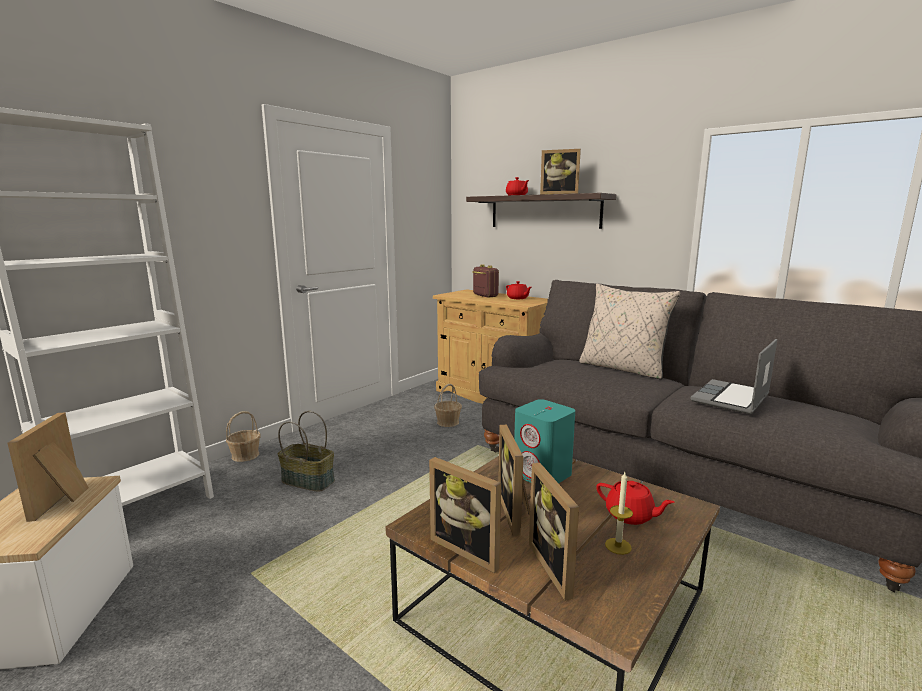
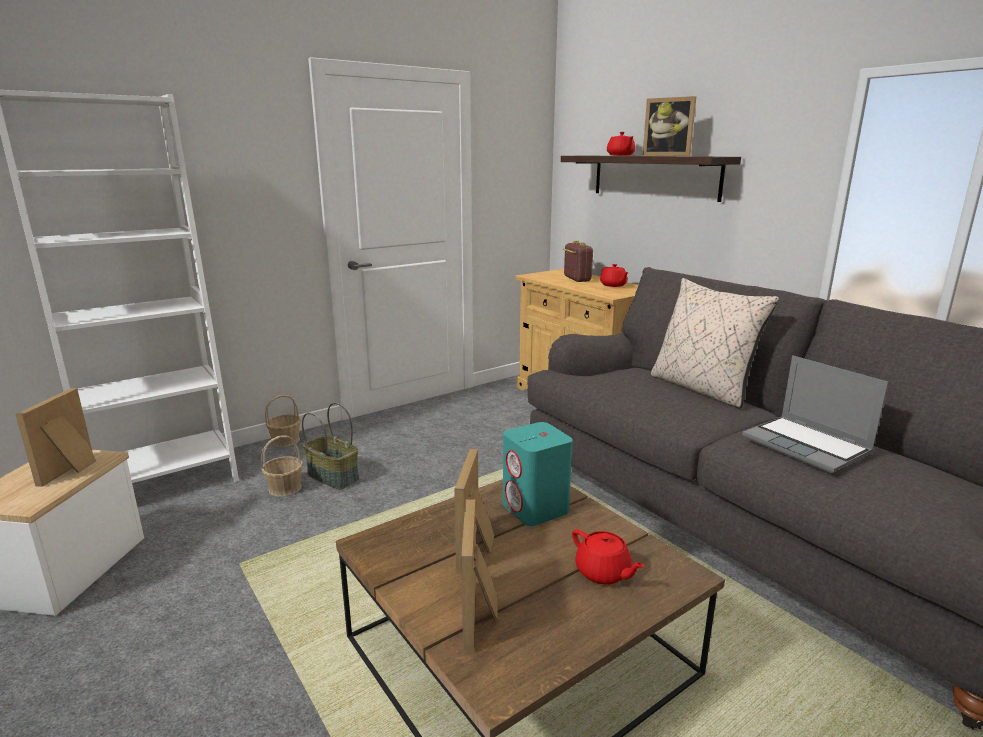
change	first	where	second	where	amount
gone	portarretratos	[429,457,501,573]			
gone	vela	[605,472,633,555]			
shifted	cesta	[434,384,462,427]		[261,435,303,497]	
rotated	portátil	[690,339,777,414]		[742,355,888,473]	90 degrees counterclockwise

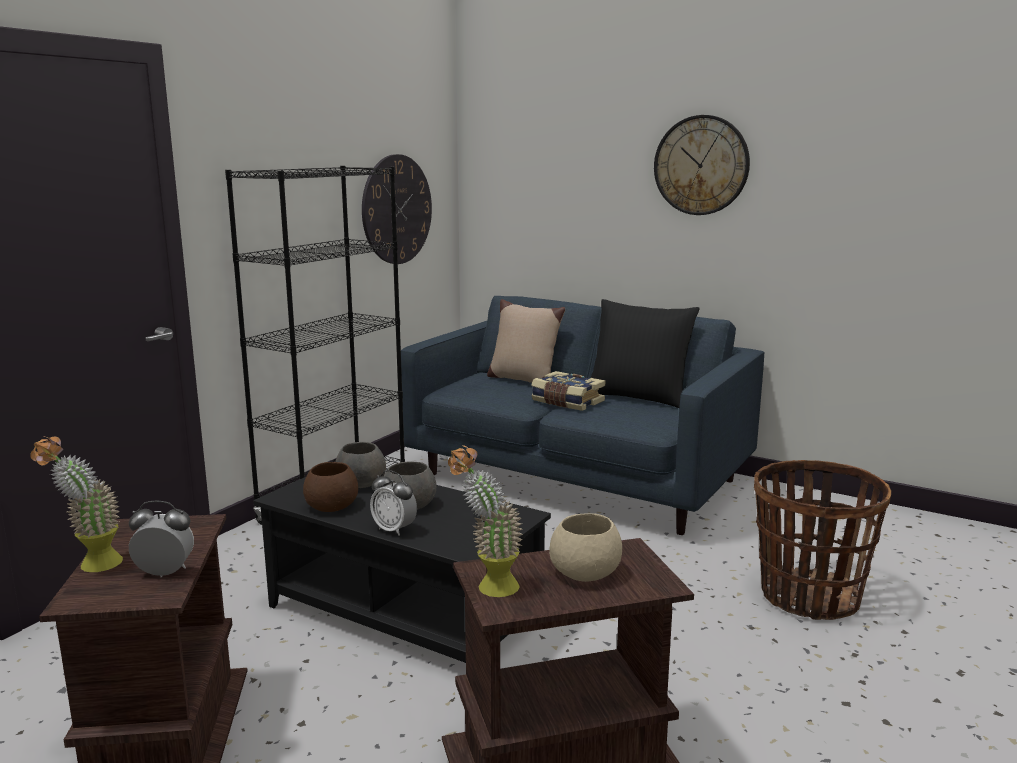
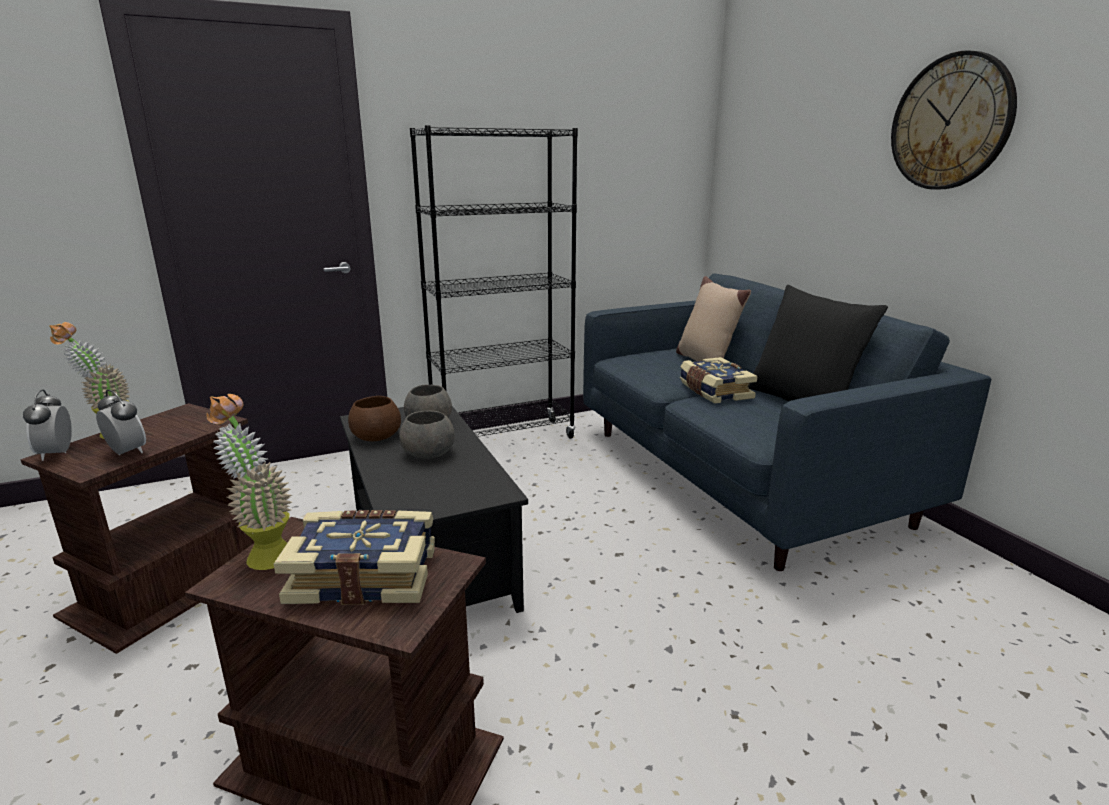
change	first	where	second	where	amount
gone	reloj de pared	[362,154,432,264]			
gone	cesta	[754,460,891,620]			
shifted	despertador	[370,470,417,536]		[23,390,72,461]	
swapped	cuenco [beis]	[549,513,622,582]	libro	[274,510,435,605]	

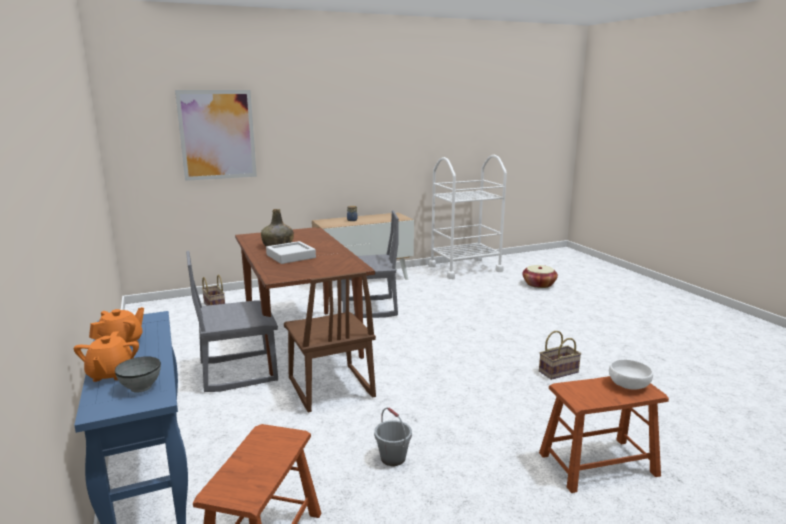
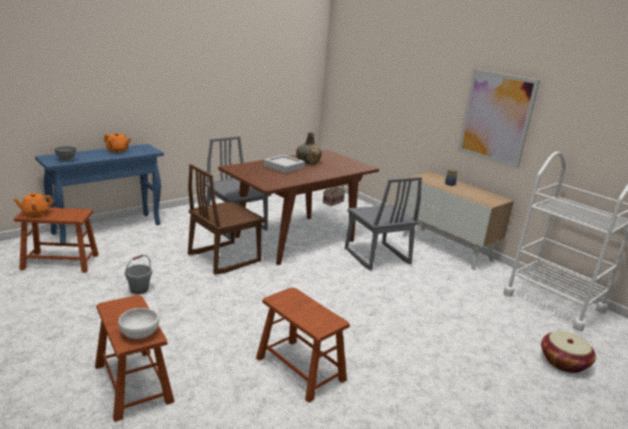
change	first	where	second	where	amount
shifted	tetera [naranja]	[74,331,139,382]		[13,192,53,217]	
shifted	cuadro	[175,90,257,181]		[458,69,540,169]	
swapped	cesta	[539,331,581,380]	taburete [marrón]	[256,287,350,403]	

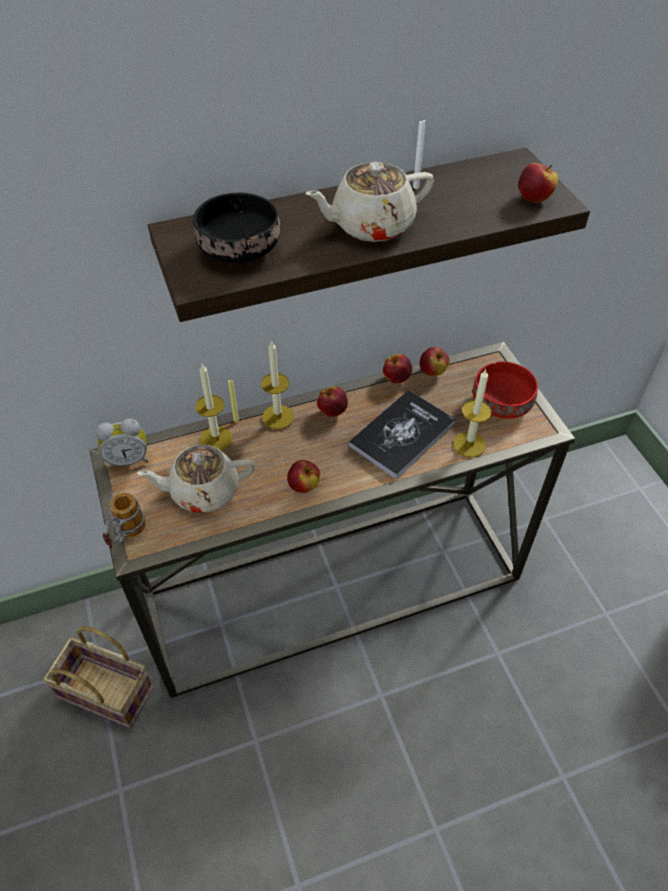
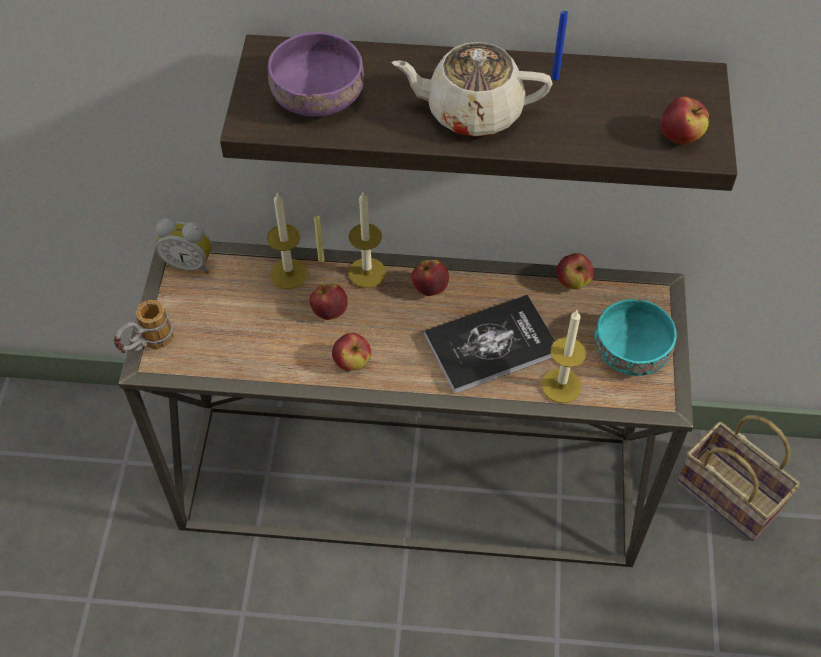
change	first	where	second	where	amount
gone	tetera [beis]	[137,445,255,512]			
shifted	cesta	[43,626,154,728]		[678,415,800,541]	
shifted	manzana	[383,354,412,383]		[309,283,348,320]	
repainted	cuenco [negro]	[193,192,280,263]	cuenco [morado]	[268,32,364,117]	
repainted	vela [blanco]	[413,119,425,189]	vela [azul]	[551,10,568,80]	
repainted	cuenco [rojo]	[473,361,538,419]	cuenco [turquesa]	[595,299,677,376]	

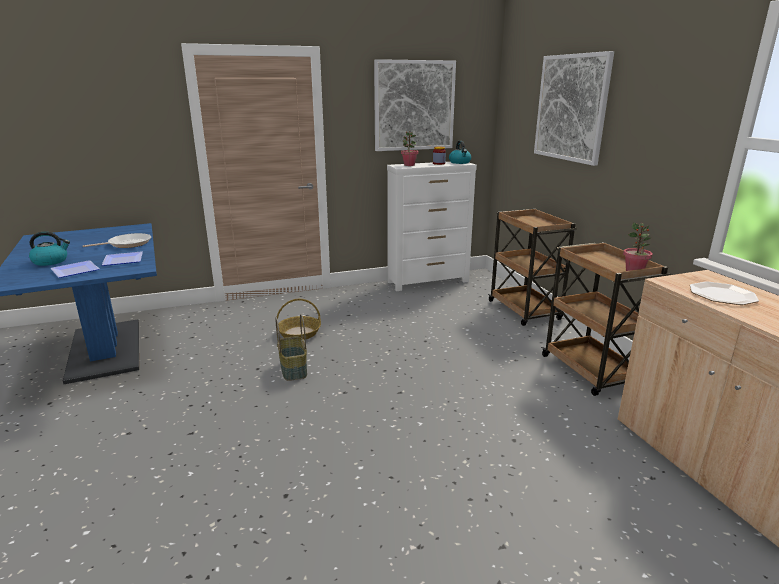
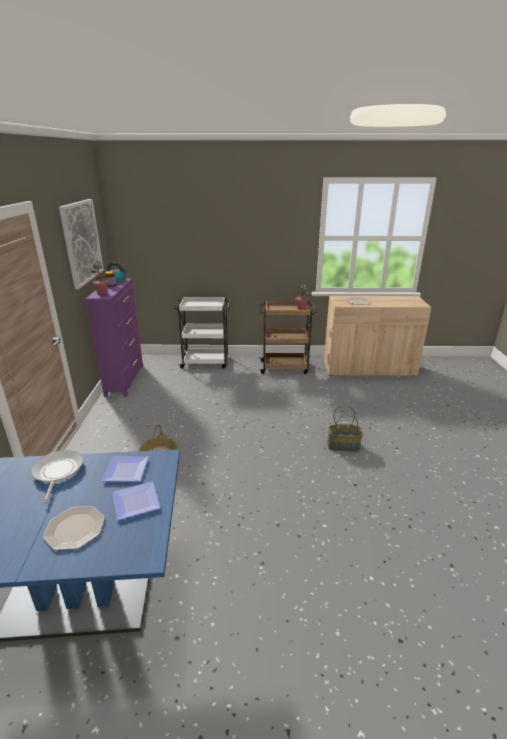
change	first	where	second	where	amount
gone	cuadro	[534,51,614,166]			
shifted	cesta	[275,314,307,381]		[327,405,363,451]	
swapped	hervidor	[29,231,70,266]	plato	[43,506,105,550]	
repainted	cómoda [blanco]	[387,162,477,291]	cómoda [morado]	[85,278,143,397]	
repainted	carrito [marrón]	[488,208,577,326]	carrito [blanco]	[173,297,231,369]	

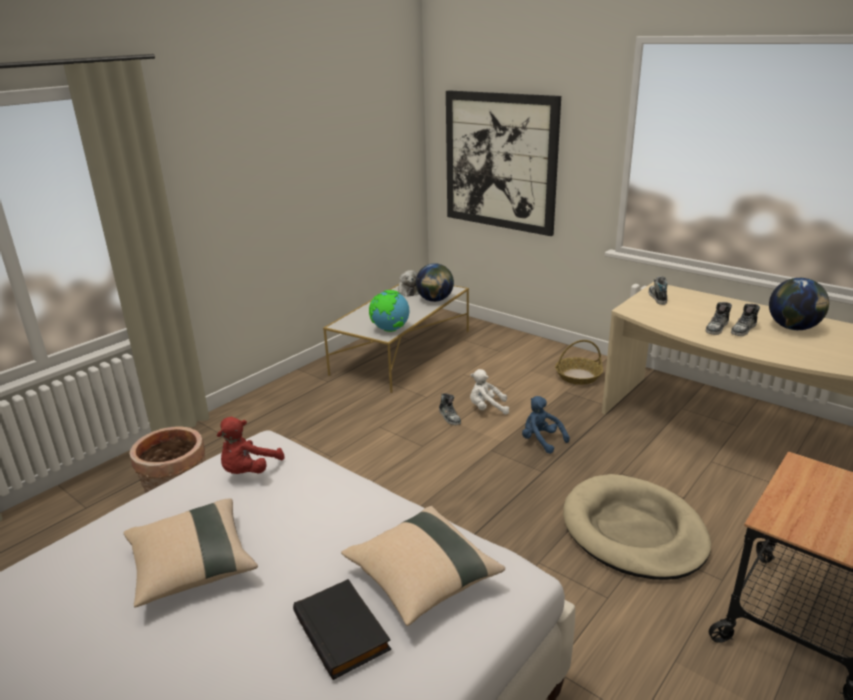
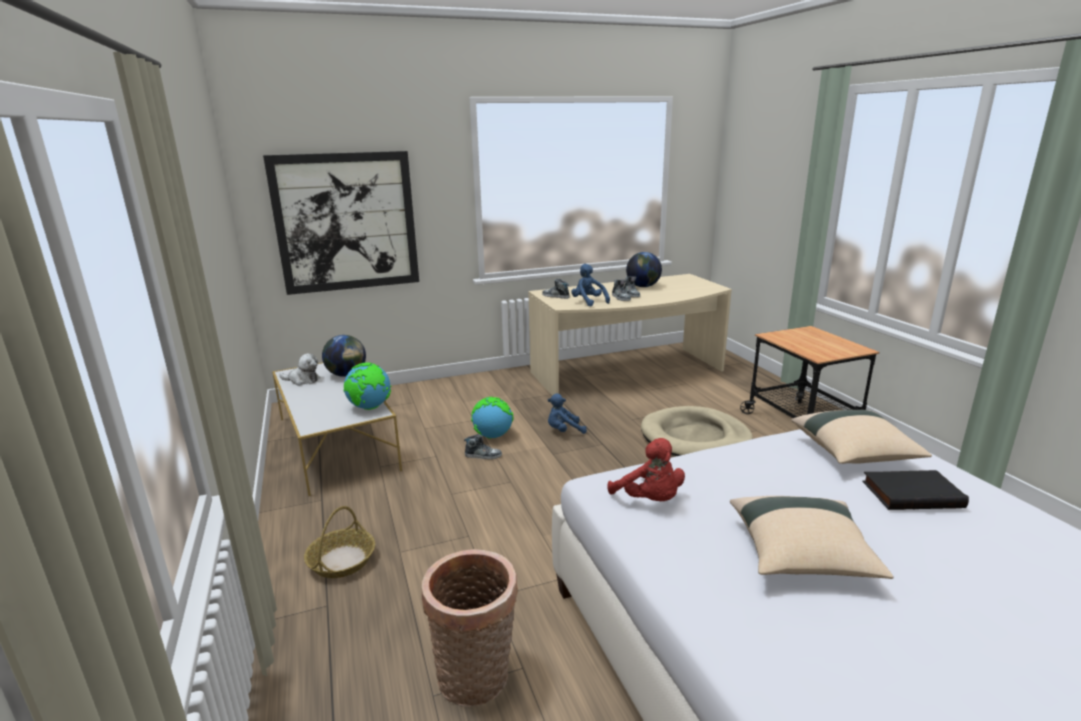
change	first	where	second	where	amount
new			peluche [azul]	[571,264,610,307]	
shifted	cesta	[555,340,603,385]		[304,506,375,578]	
swapped	peluche [blanco]	[470,369,509,414]	globo terráqueo	[471,397,513,439]	

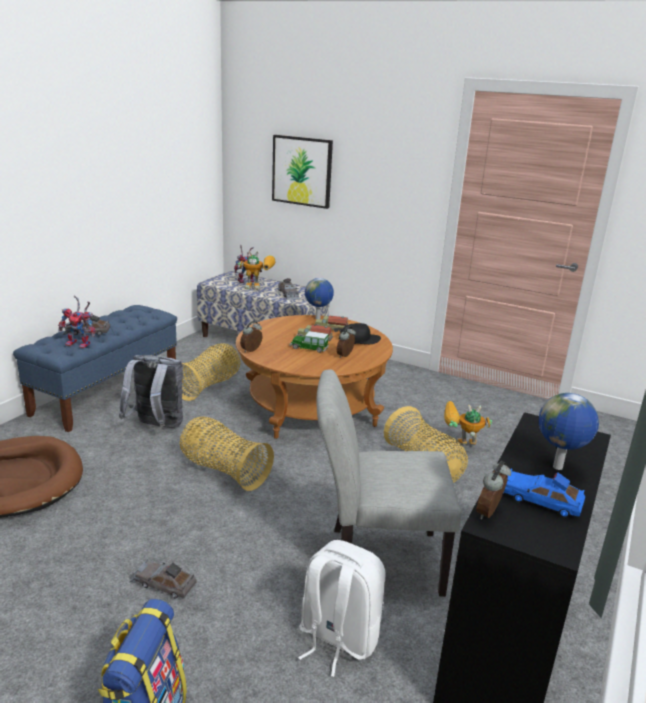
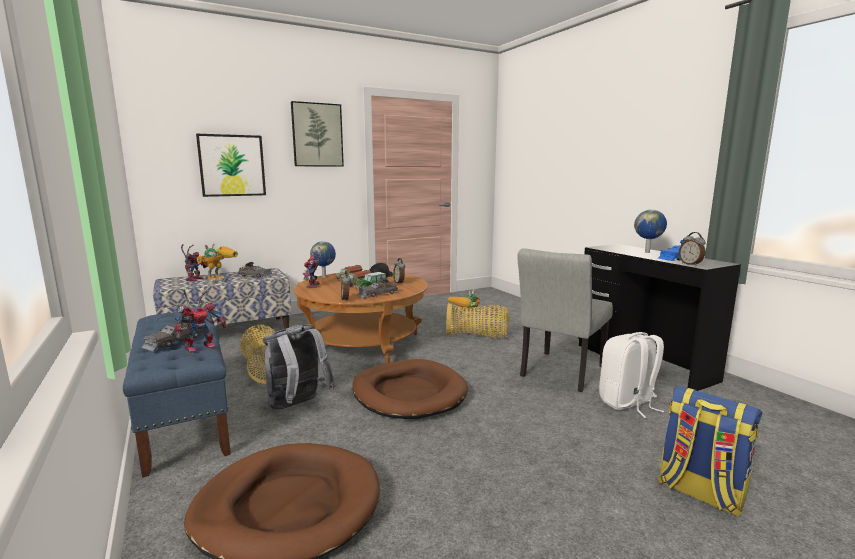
change	first	where	second	where	amount
new			cuadro	[291,101,344,167]	
new			robot de juguete	[303,247,322,288]	
shifted	coche de juguete [gris]	[130,559,197,599]		[357,277,398,298]	
swapped	cesta	[180,417,274,491]	cama para perro [marrón]	[352,359,468,419]	

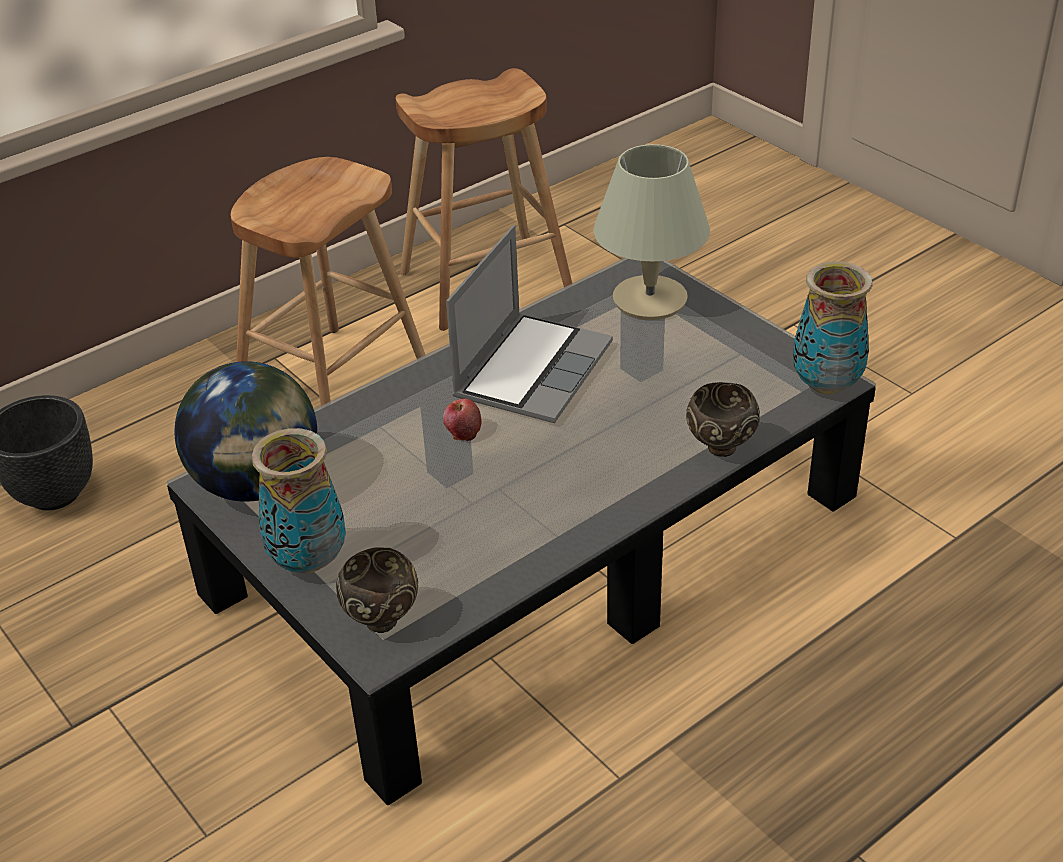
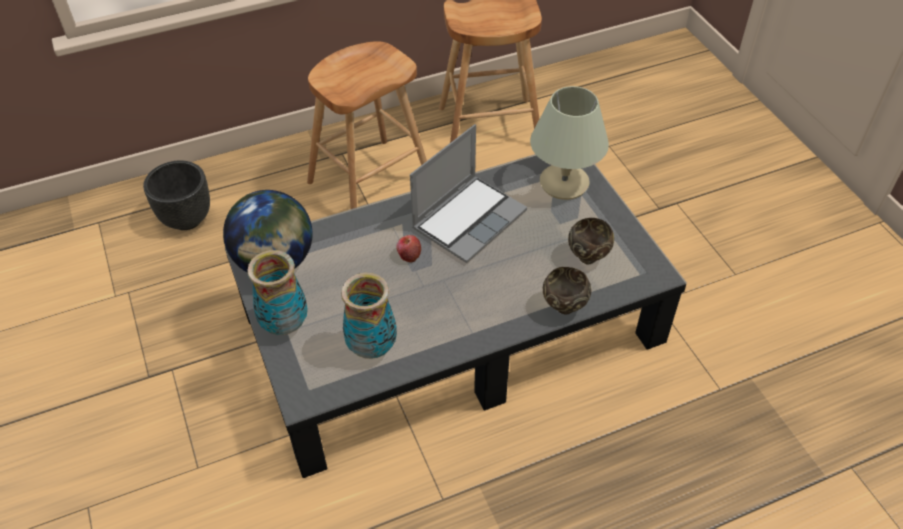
change	first	where	second	where	amount
shifted	cuenco [marrón]	[336,547,418,633]		[568,218,614,264]	
shifted	florero	[793,261,872,394]		[341,273,397,359]	

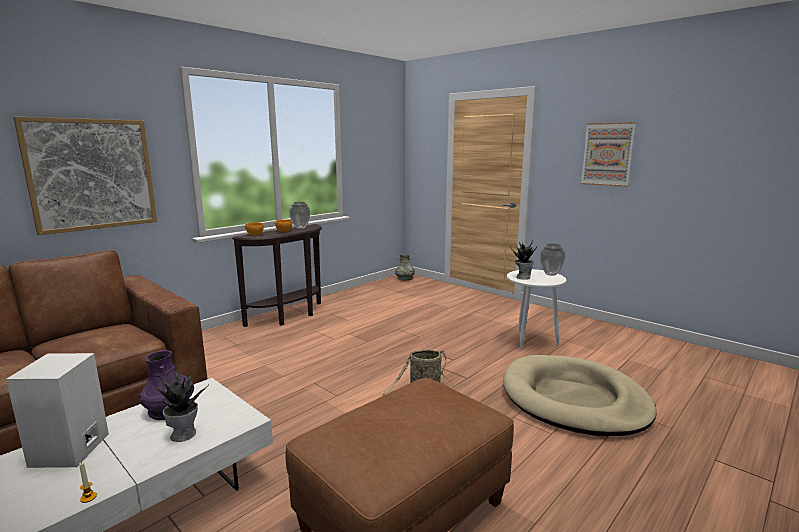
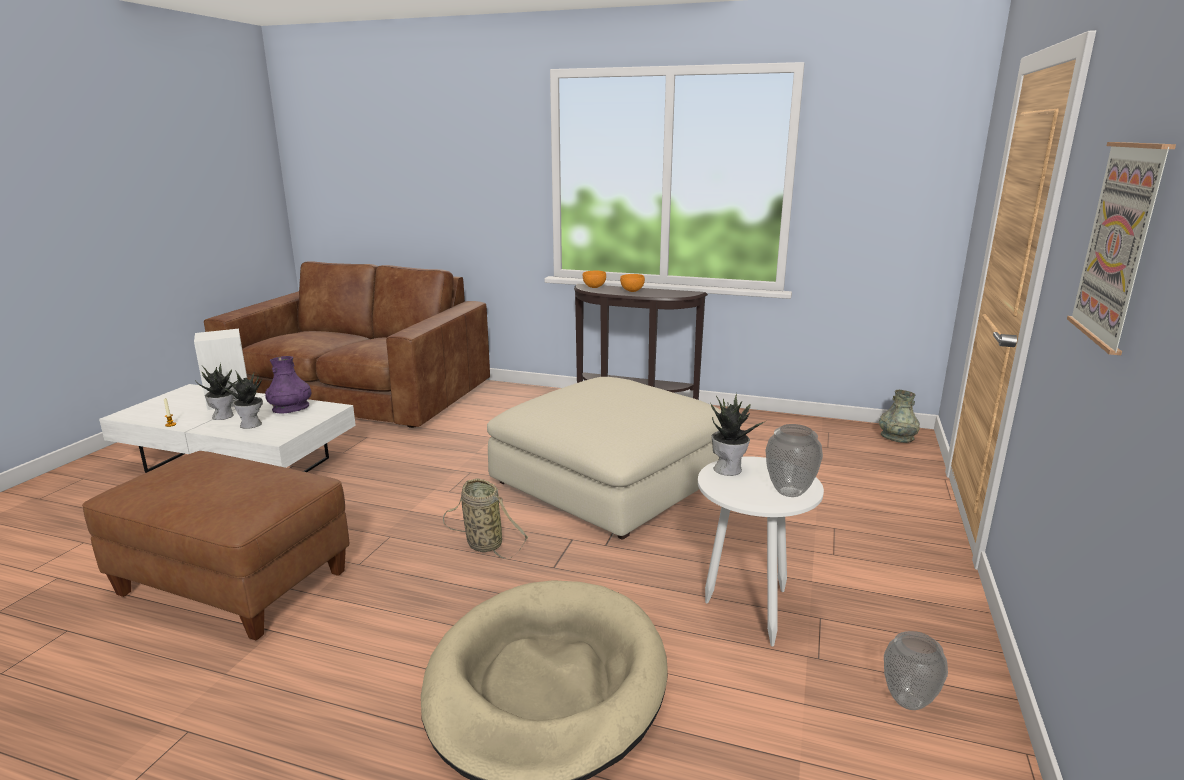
change	first	where	second	where	amount
gone	cuadro	[13,117,157,235]			
new			planta en maceta	[195,363,238,420]	
new			puf [beis]	[487,377,722,540]	
shifted	florero	[289,202,310,229]		[884,631,948,710]	

